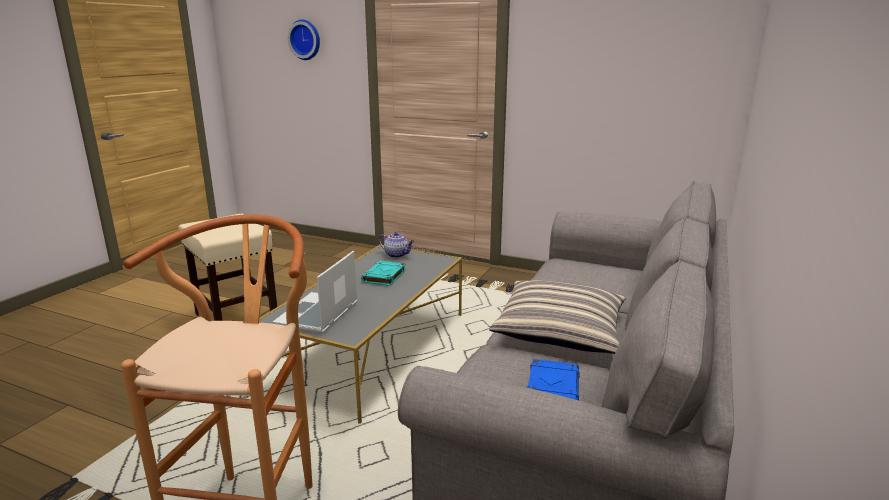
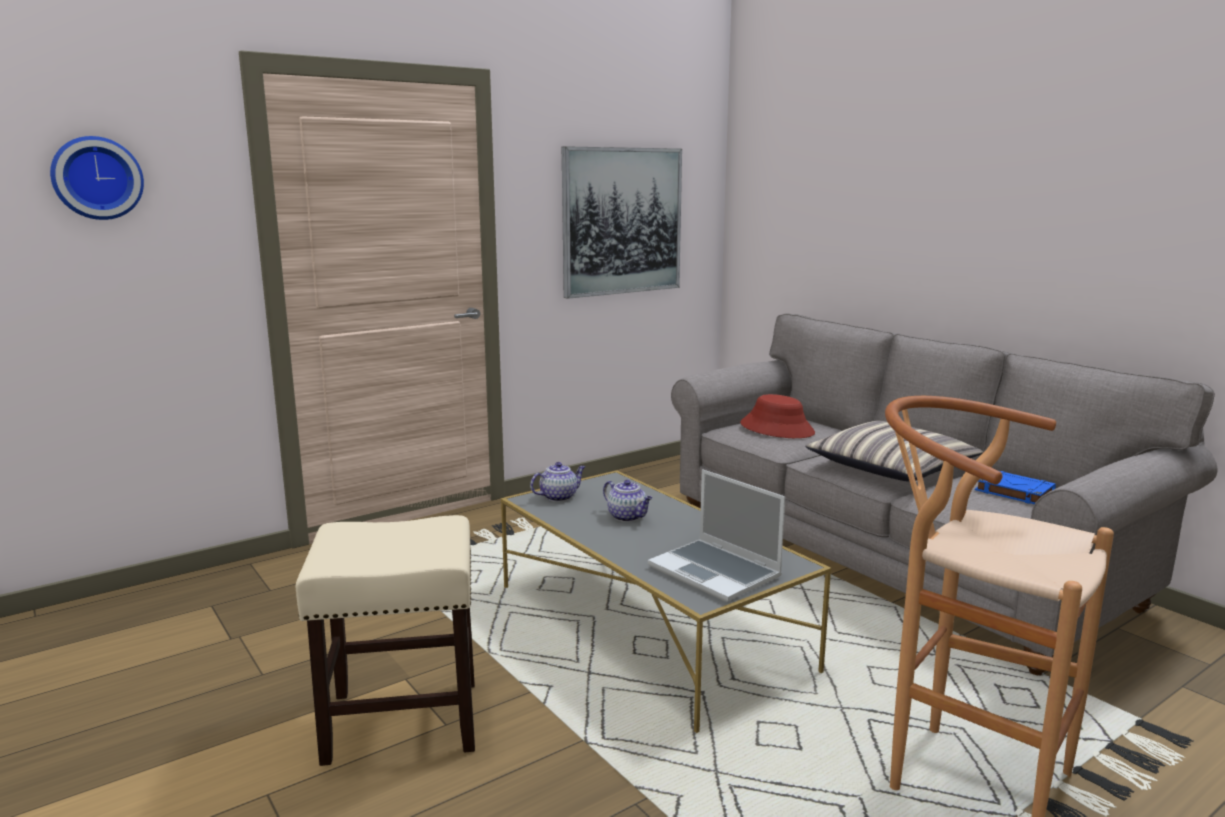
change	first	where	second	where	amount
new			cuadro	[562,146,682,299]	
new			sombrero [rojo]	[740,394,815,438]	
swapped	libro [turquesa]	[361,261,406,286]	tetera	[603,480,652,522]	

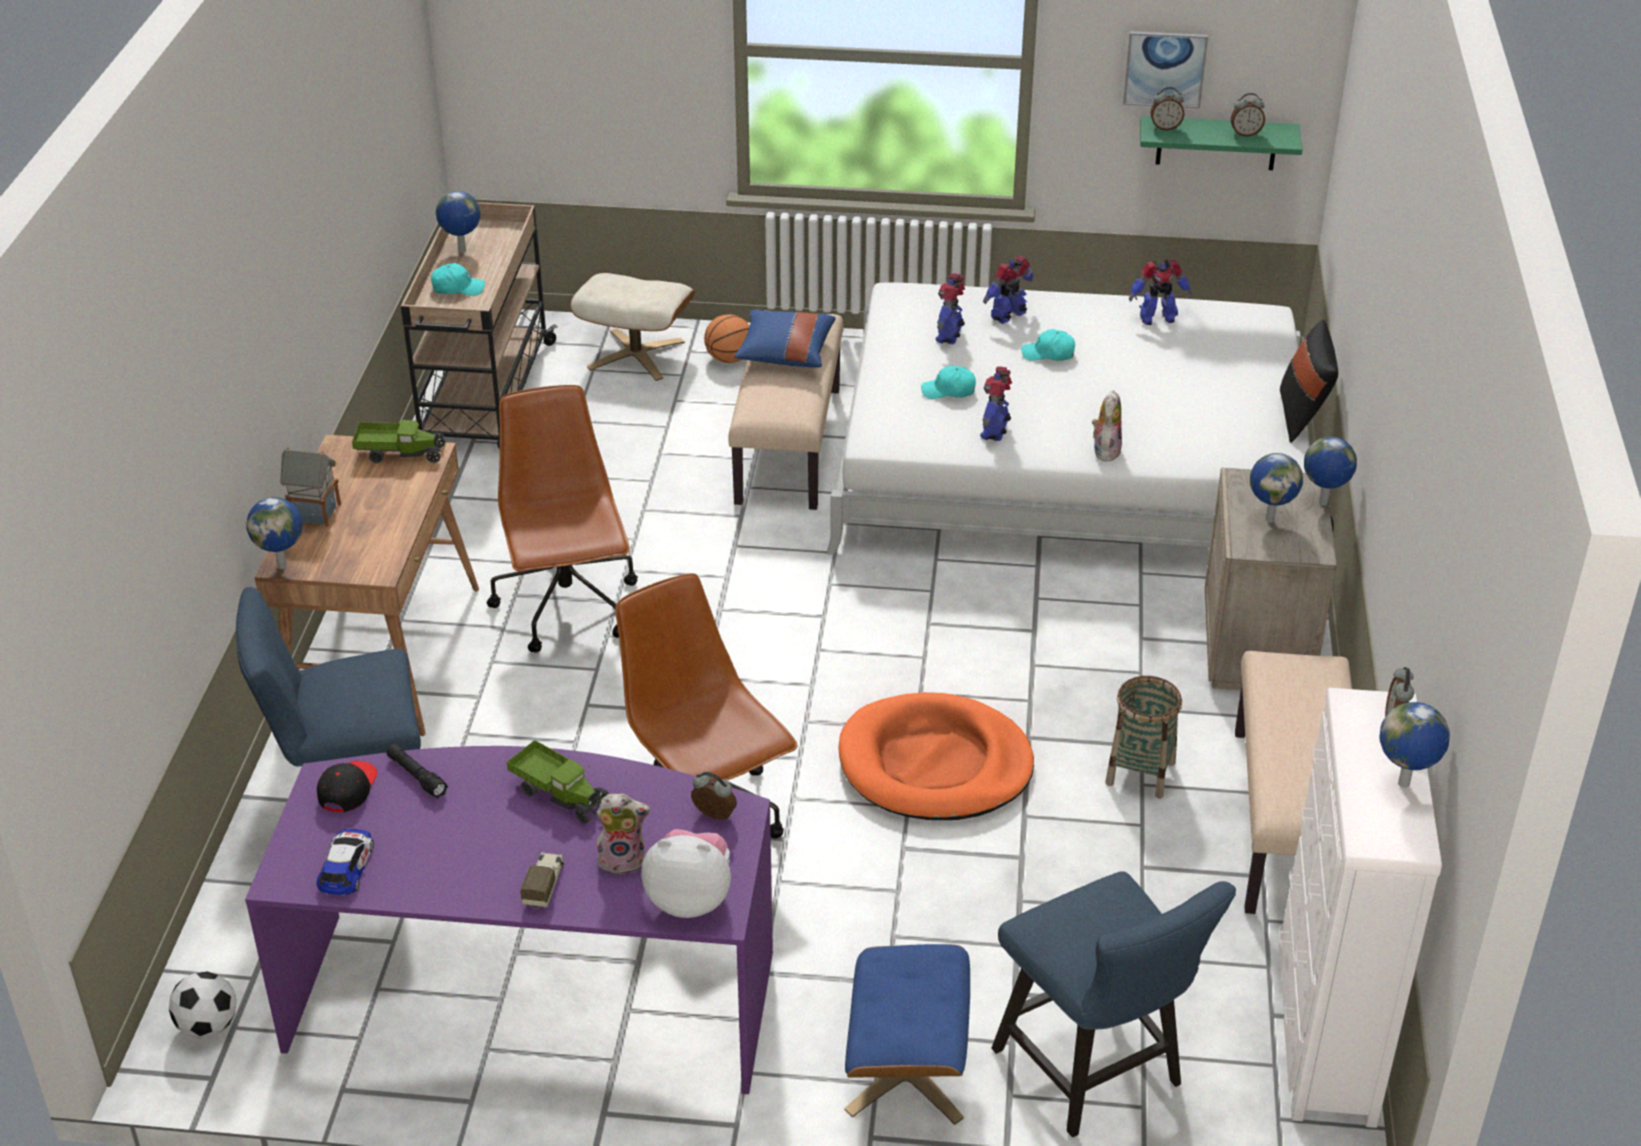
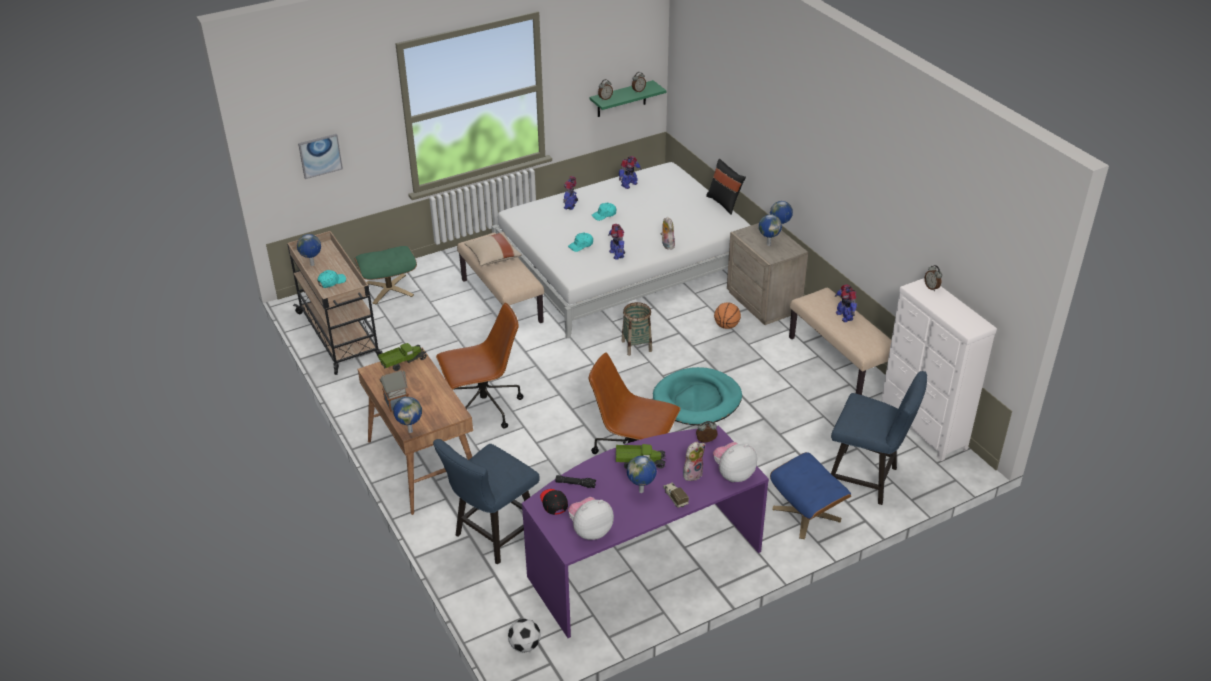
change	first	where	second	where	amount
shifted	balón de baloncesto	[704,314,749,363]		[714,303,741,329]	
shifted	robot de juguete	[936,273,965,344]		[835,284,857,322]	
shifted	cesta	[1105,676,1182,798]		[621,302,652,356]	
shifted	cuadro	[1123,31,1208,108]		[298,134,343,179]	
shifted	globo terráqueo	[1379,702,1450,788]		[627,456,657,493]	
swapped	coche de juguete	[316,829,374,896]	peluche	[568,497,614,540]	
repainted	puf [beis]	[570,273,695,381]	puf [verde]	[354,246,417,304]	
repainted	cojín [azul]	[734,309,836,367]	cojín [beis]	[465,232,522,266]	
repainted	cama para perro [naranja]	[838,693,1034,820]	cama para perro [turquesa]	[653,367,742,425]	
rotated	silla de oficina [marrón]	[487,385,638,653]		[436,303,523,429]	120 degrees clockwise

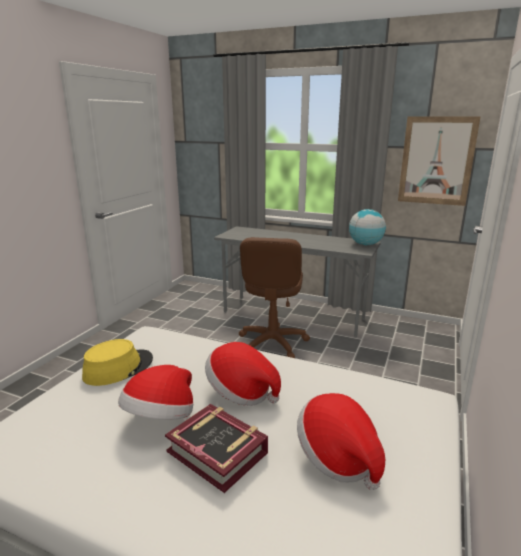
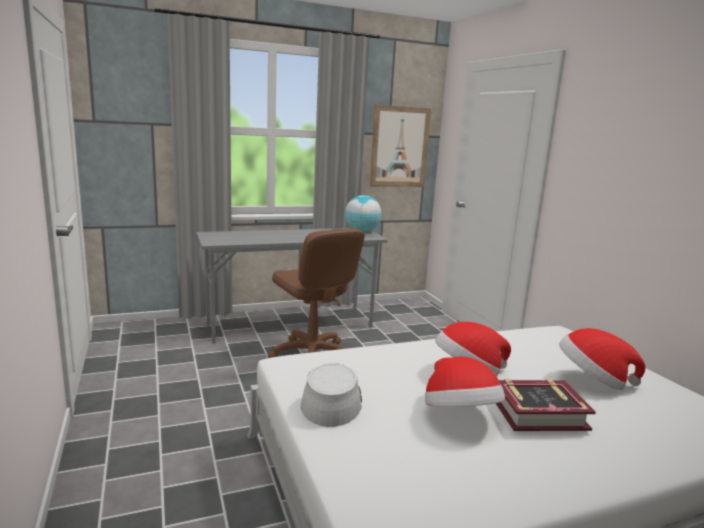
change	first	where	second	where	amount
repainted	sombrero [amarillo]	[82,339,153,386]	sombrero [gris]	[301,363,362,427]	

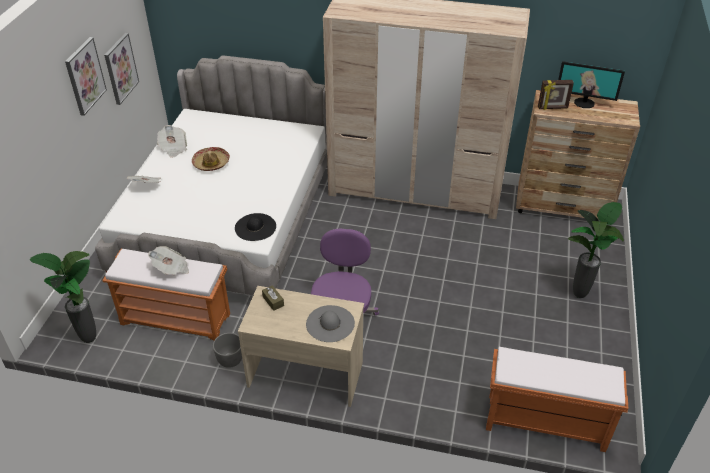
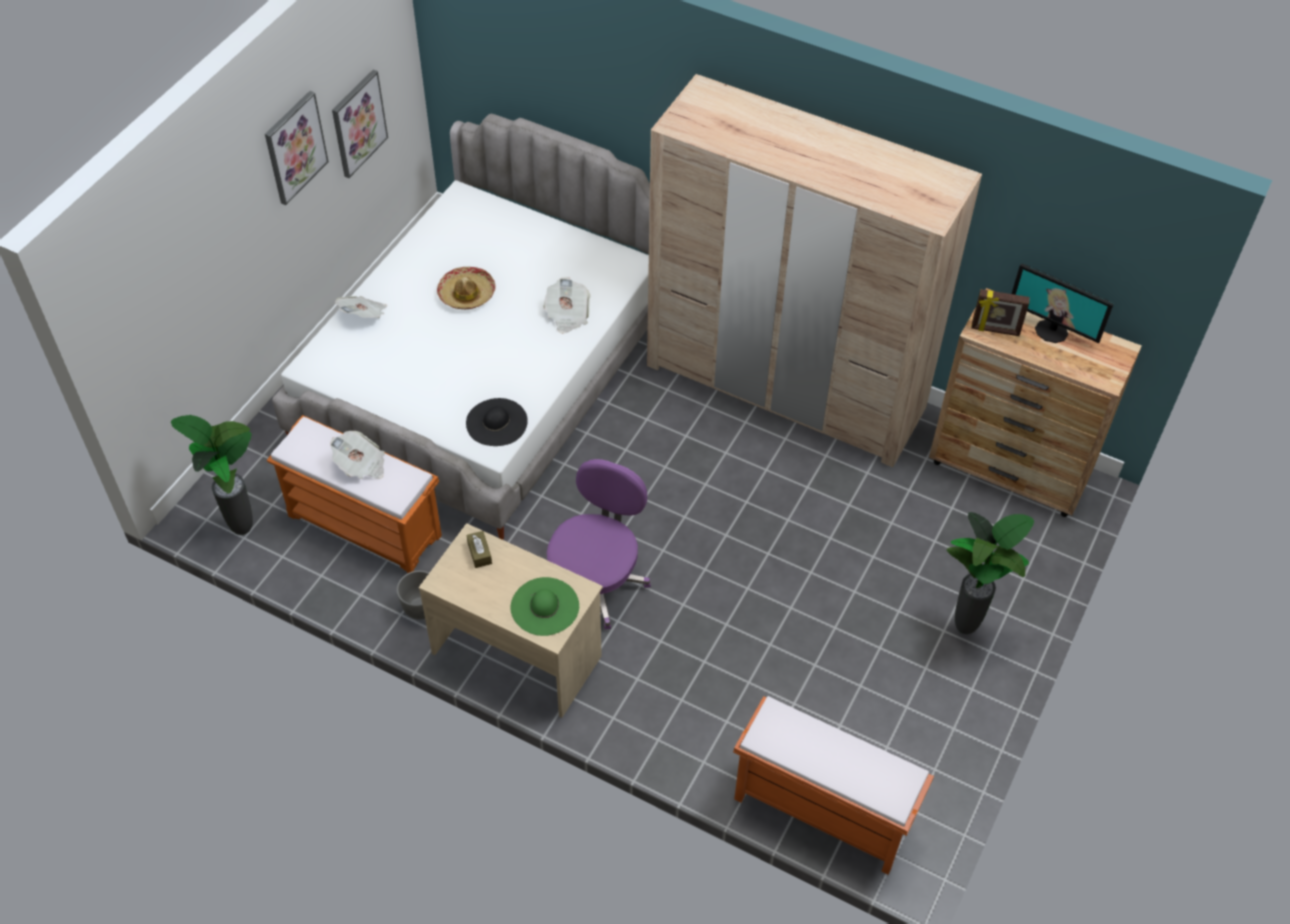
change	first	where	second	where	amount
shifted	periódico	[157,125,187,158]		[543,277,590,334]	
repainted	sombrero [gris]	[306,305,355,342]	sombrero [verde]	[510,577,579,636]	

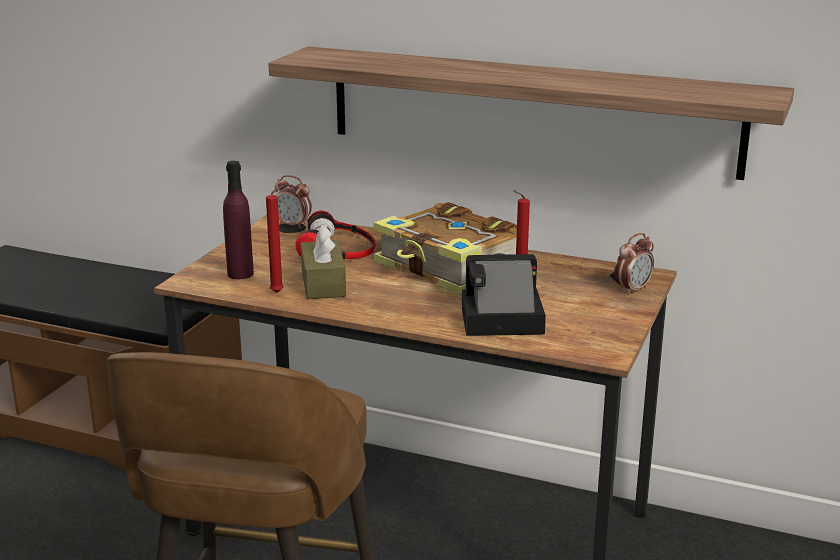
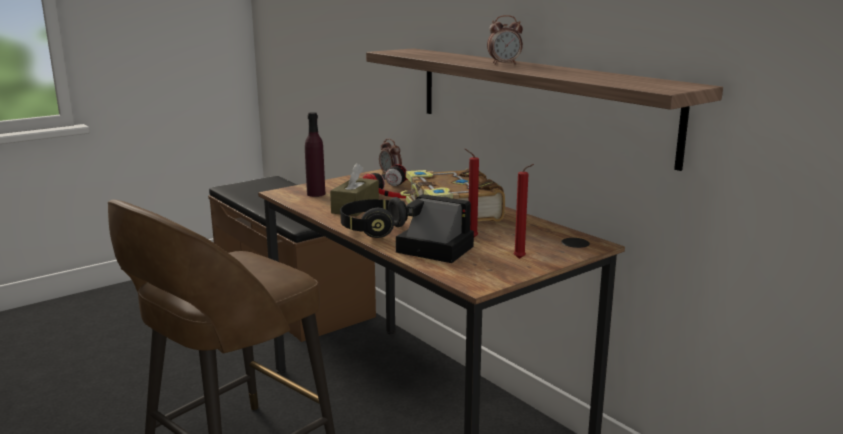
change	first	where	second	where	amount
new			auriculares [negro]	[340,197,408,238]	
shifted	vela [rojo]	[266,185,284,293]		[513,164,534,259]	
shifted	despertador	[614,233,654,295]		[487,15,523,65]	

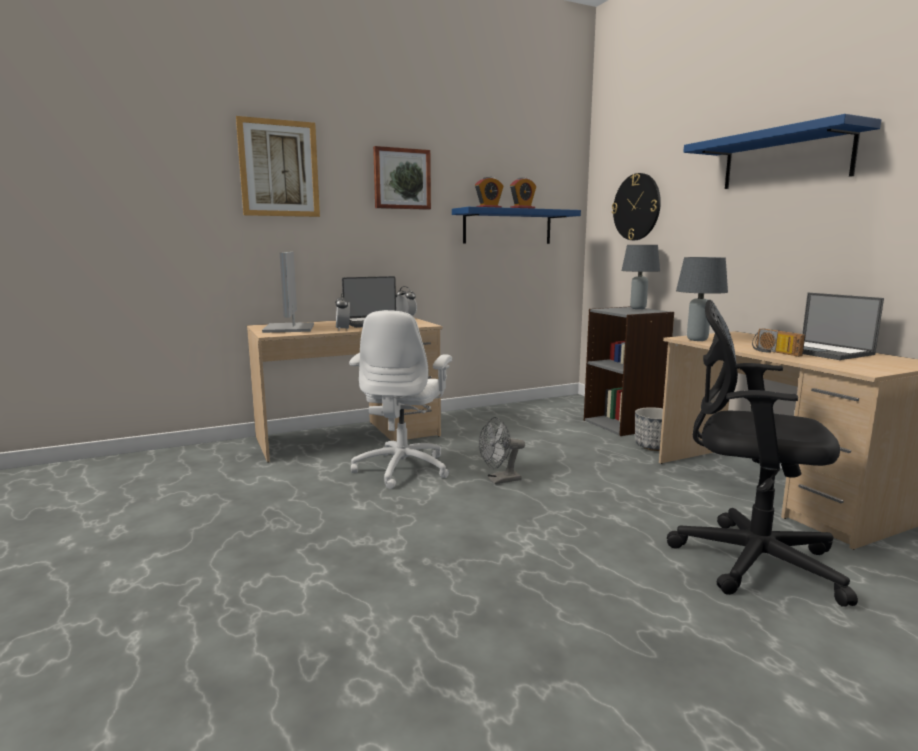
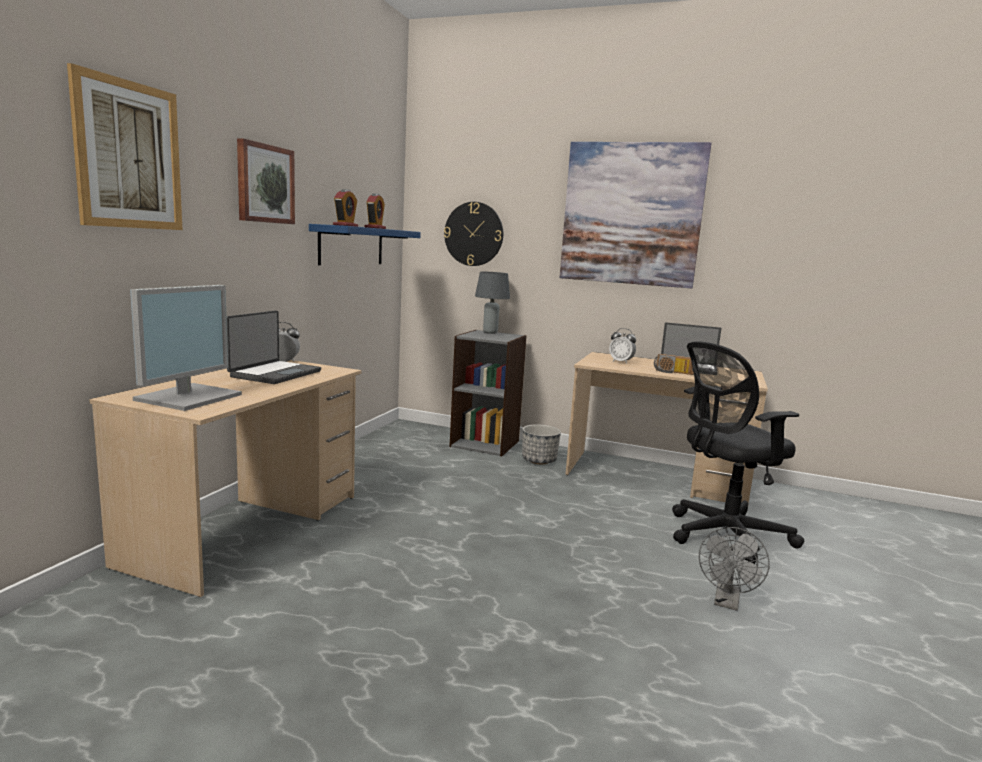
change	first	where	second	where	amount
gone	silla de oficina [blanco]	[349,310,452,489]			
gone	lámpara de mesa [gris]	[676,257,728,341]			
shifted	despertador	[335,293,350,331]		[609,328,636,364]	
shifted	ventilador [gris]	[479,417,525,484]		[699,527,770,611]	
swapped	estante [azul]	[683,114,881,189]	cuadro	[560,142,711,288]	
rotated	monitor	[262,252,314,333]		[130,285,242,411]	105 degrees counterclockwise

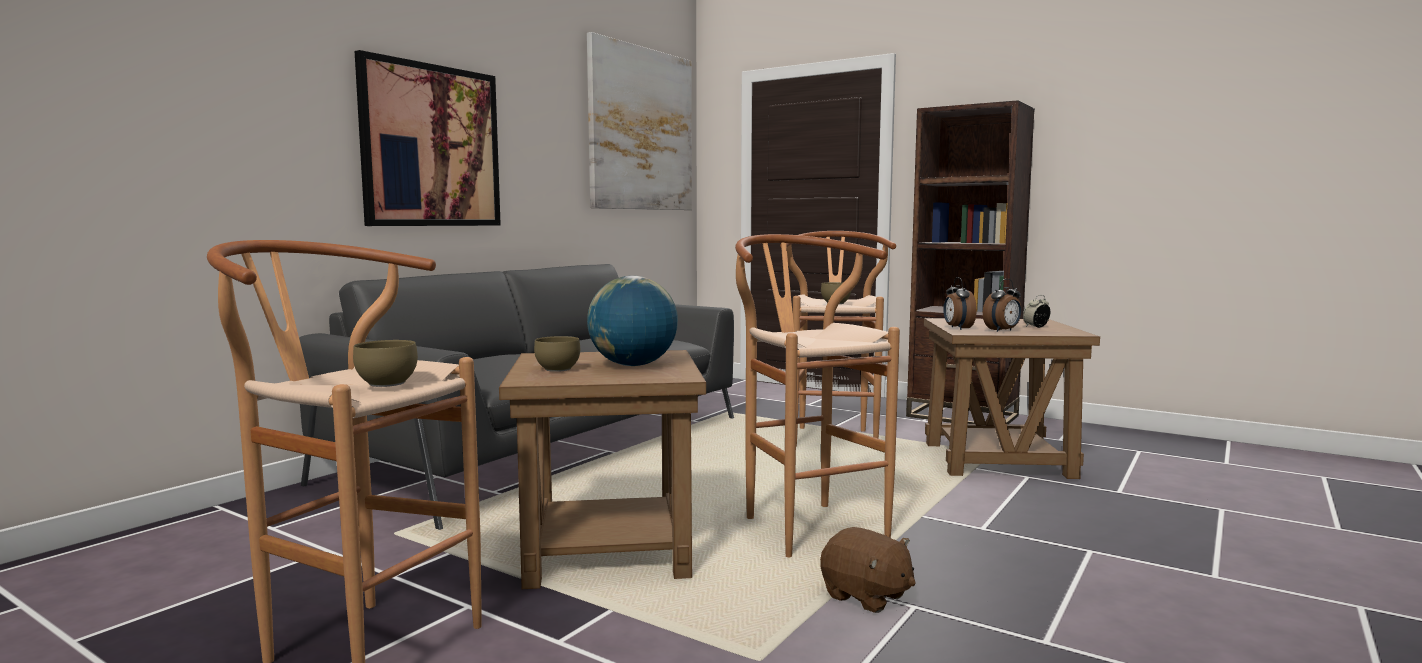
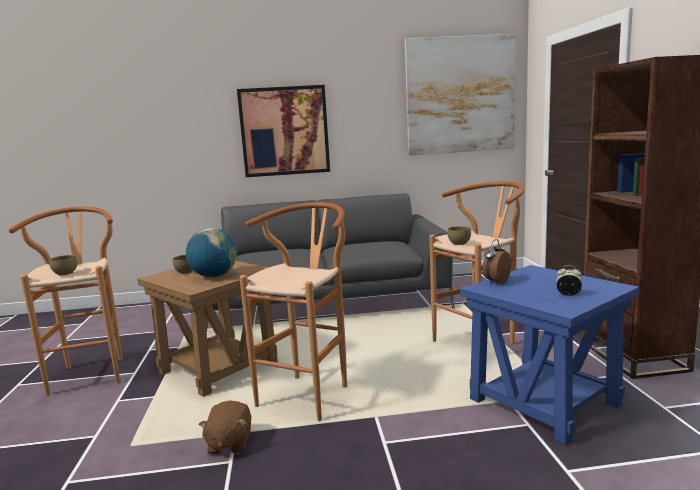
change	first	where	second	where	amount
gone	despertador	[983,279,1022,332]			
repainted	mesa auxiliar [marrón]	[924,318,1100,479]	mesa auxiliar [azul]	[460,265,640,446]	

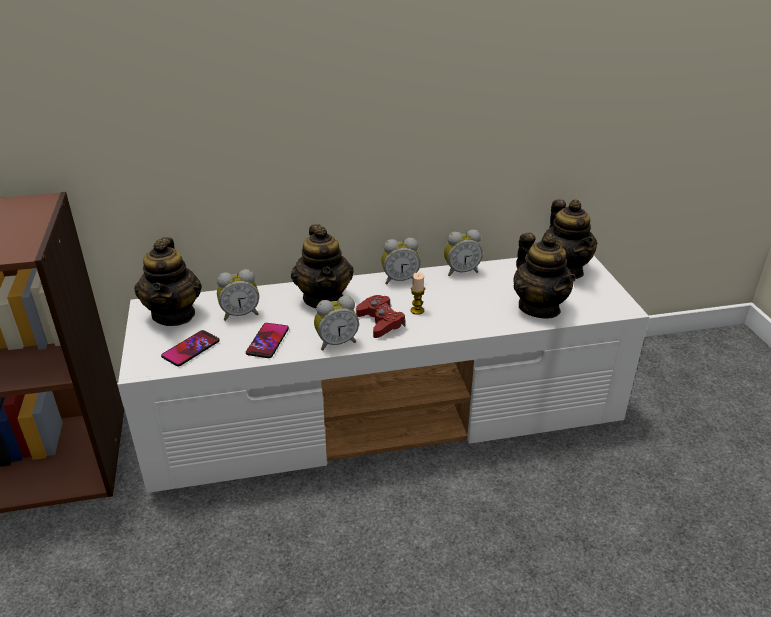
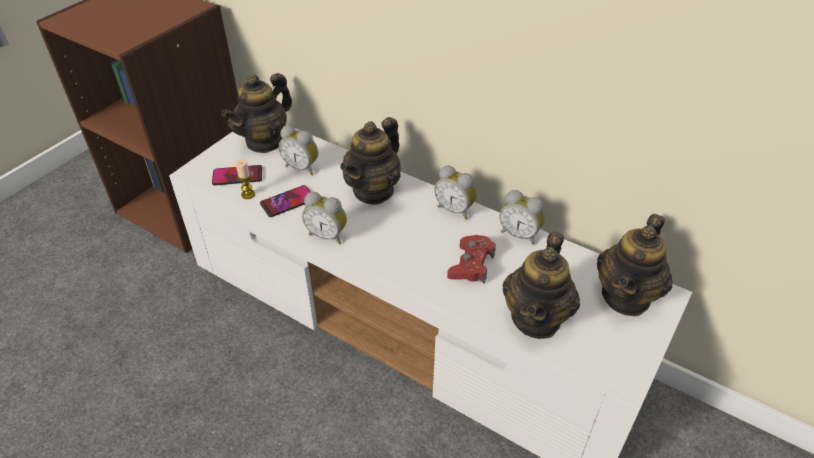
change	first	where	second	where	amount
shifted	mando de consola [rojo]	[356,295,405,338]		[447,235,496,284]	
shifted	vela	[410,272,425,315]		[236,159,255,199]	

